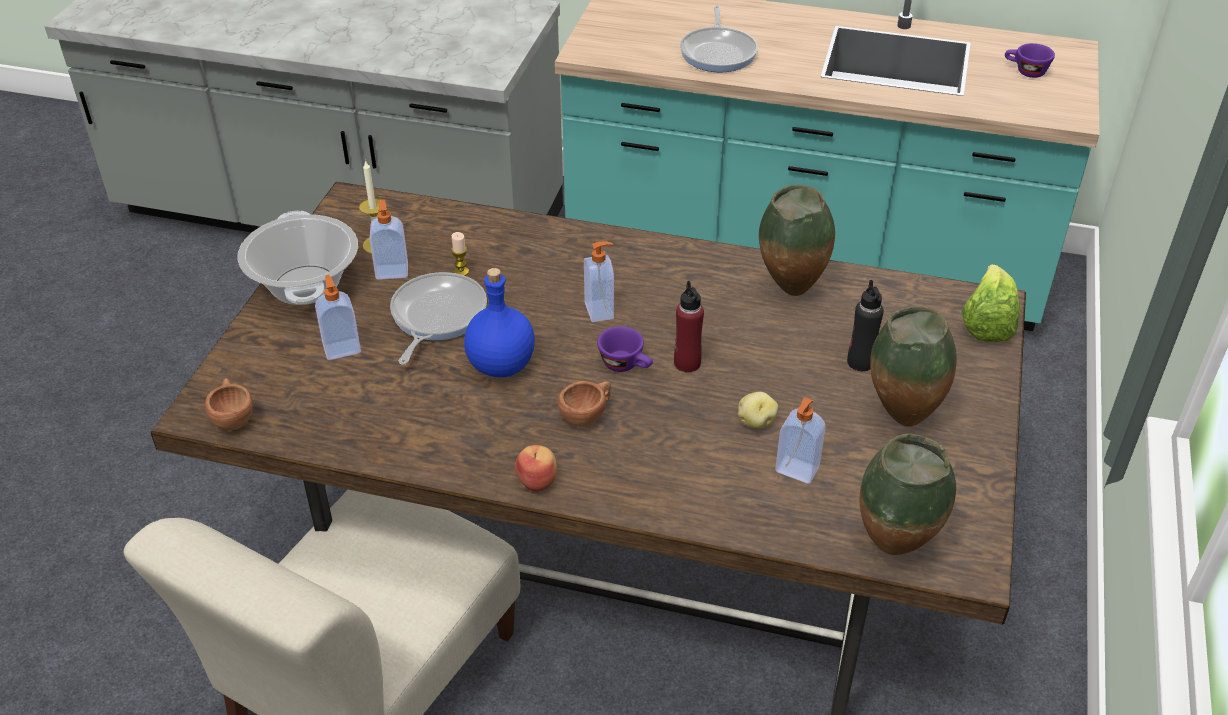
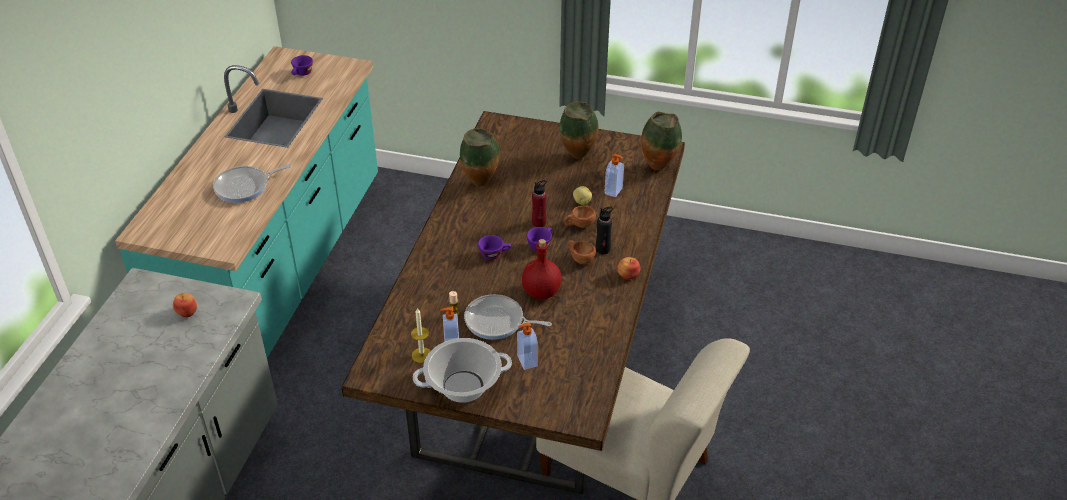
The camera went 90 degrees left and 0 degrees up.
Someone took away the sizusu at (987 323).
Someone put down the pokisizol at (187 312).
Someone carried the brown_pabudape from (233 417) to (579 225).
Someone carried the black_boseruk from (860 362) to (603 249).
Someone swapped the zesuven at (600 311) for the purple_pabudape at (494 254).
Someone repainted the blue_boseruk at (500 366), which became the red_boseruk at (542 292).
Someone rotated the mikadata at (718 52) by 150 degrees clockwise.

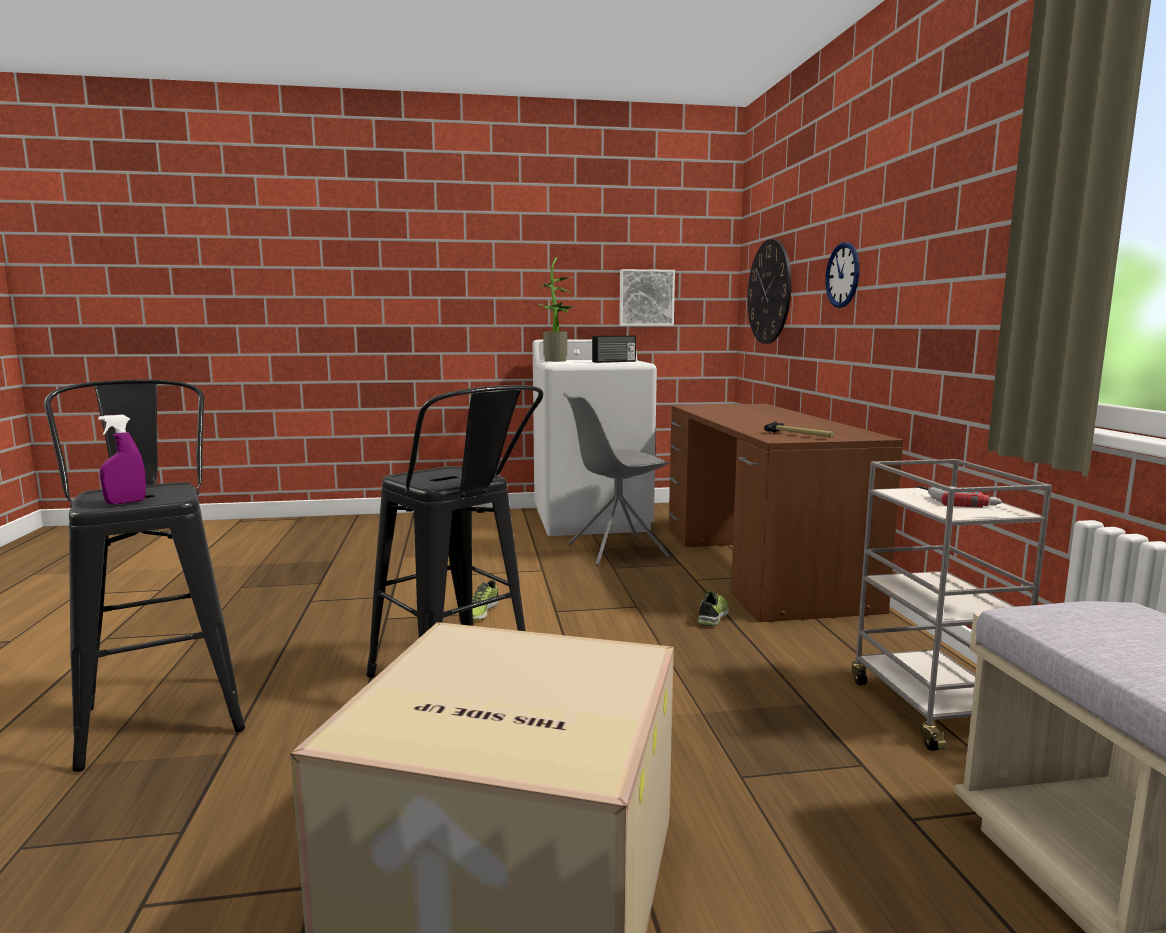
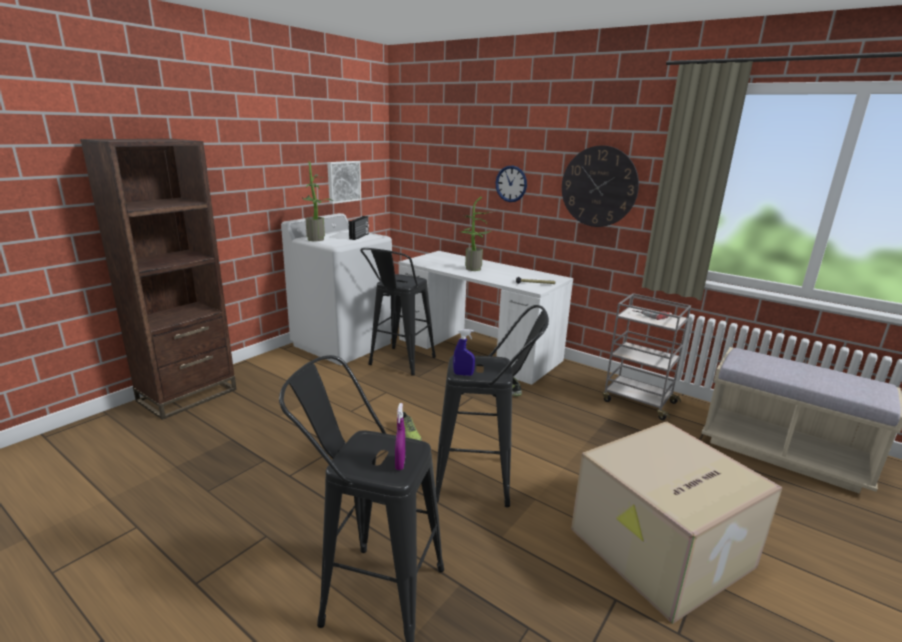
The camera went 45 degrees left and 10 degrees up.
Someone put down the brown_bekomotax at (187 395).
Someone put down the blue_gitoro at (463 374).
Someone put down the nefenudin at (472 269).
Someone carried the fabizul from (769 292) to (599 187).
Someone swapped the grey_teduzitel at (615 551) for the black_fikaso at (398 364).
Someone repainted the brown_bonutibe at (759 565), which became the white_bonutibe at (478 350).

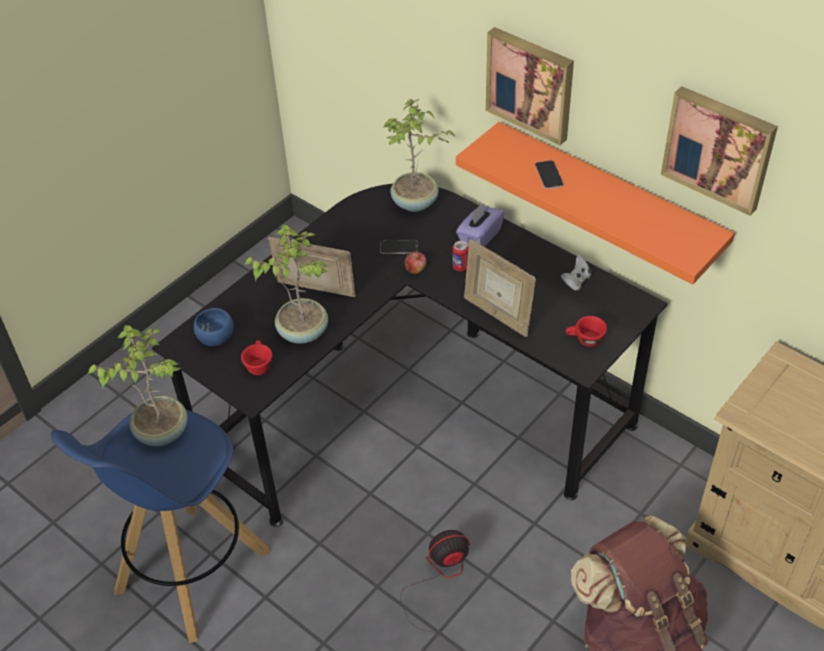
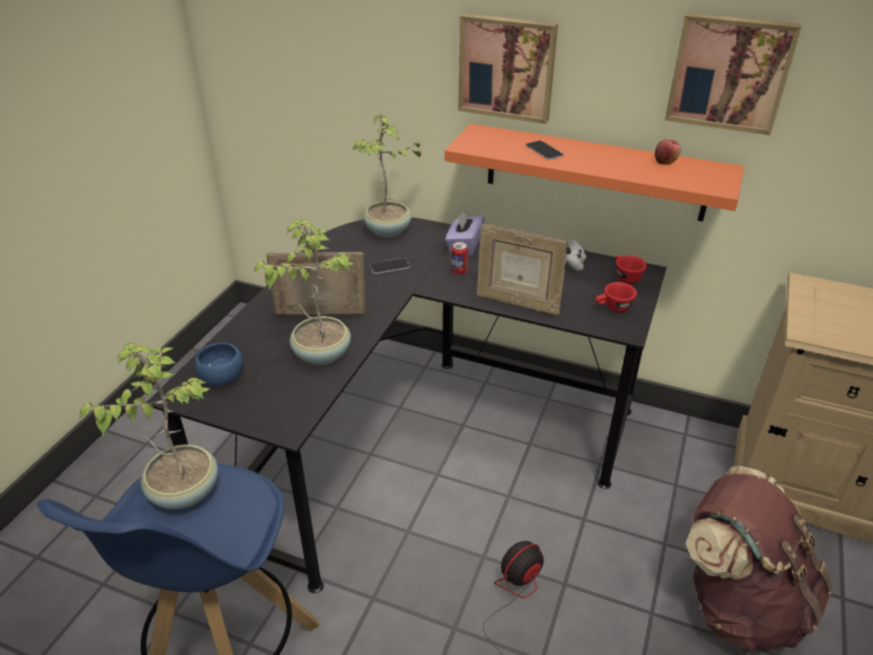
The camera went 20 degrees left and 10 degrees down.
Someone carried the red_pabudape from (258 364) to (625 277).
Someone carried the pokisizol from (415 269) to (665 161).

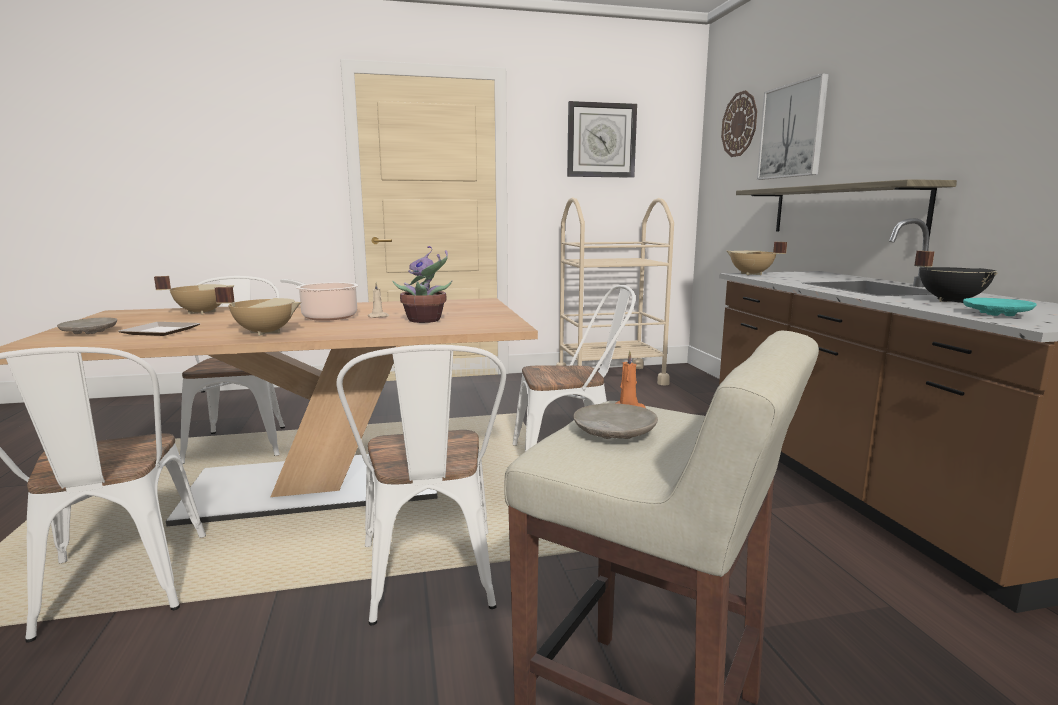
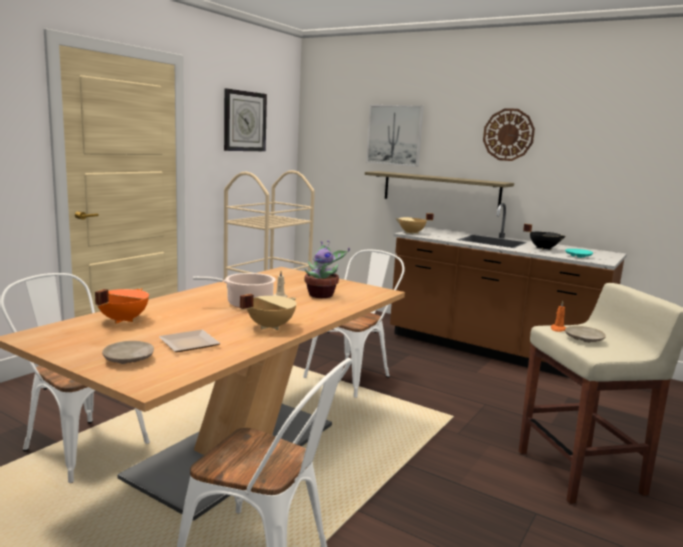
The camera went 45 degrees left and 0 degrees up.
Someone took away the white_teduzitel at (430 582).
Someone carried the fabizul from (739 124) to (508 134).
Someone repainted the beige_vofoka at (201 312), which became the orange_vofoka at (122 320).

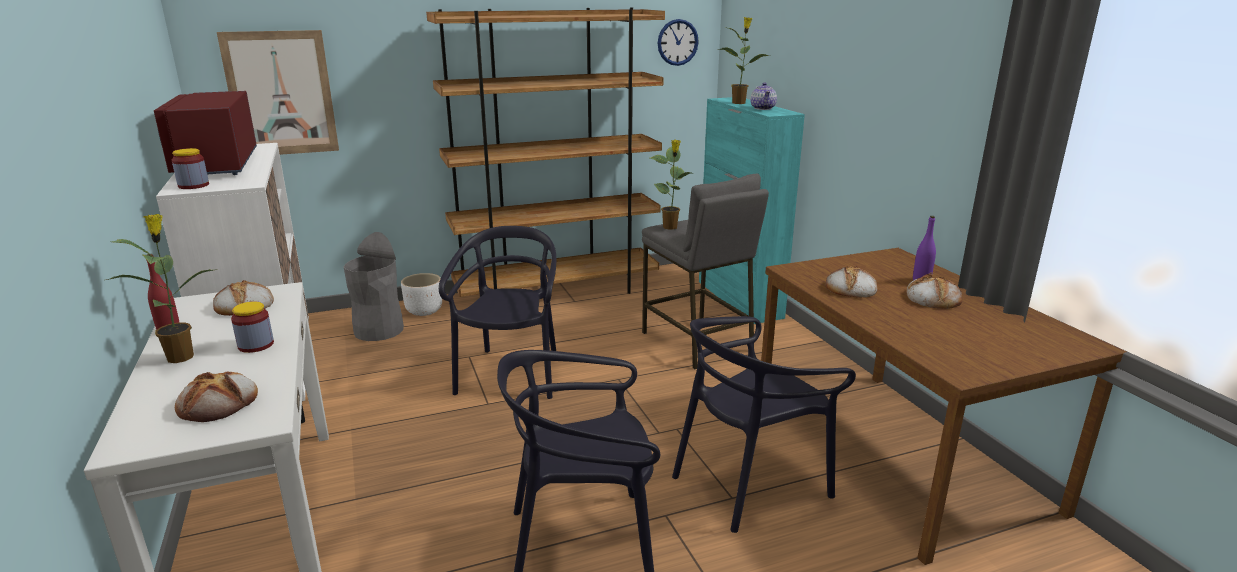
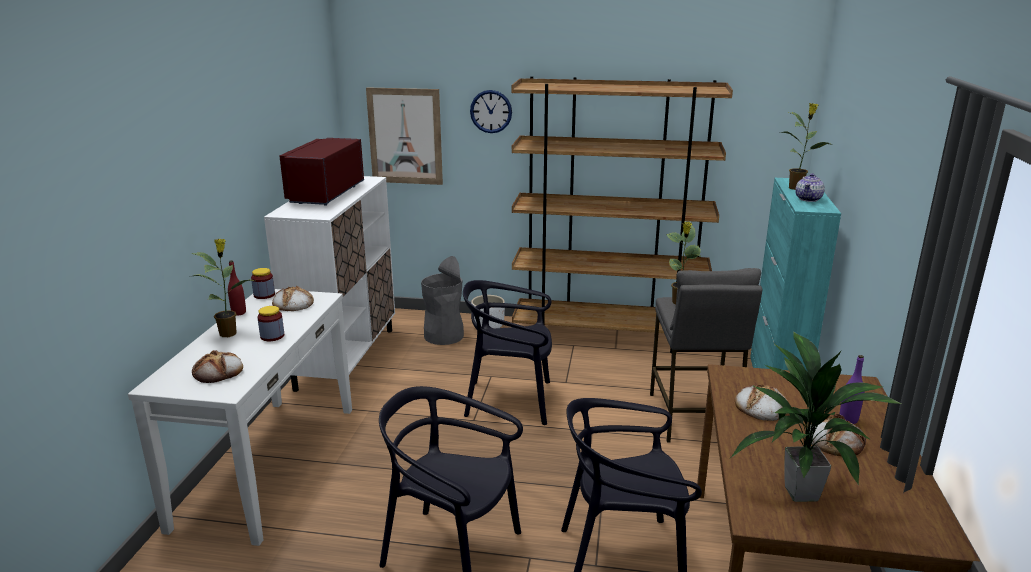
The camera went 30 degrees right and 0 degrees up.
Someone put down the nefenudin at (801 492).
Someone carried the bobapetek from (193 185) to (264 295).
Someone carried the fabizul from (677 42) to (491 111).
Someone rotated the black_teduzitel at (511 374) by 120 degrees counterclockwise.

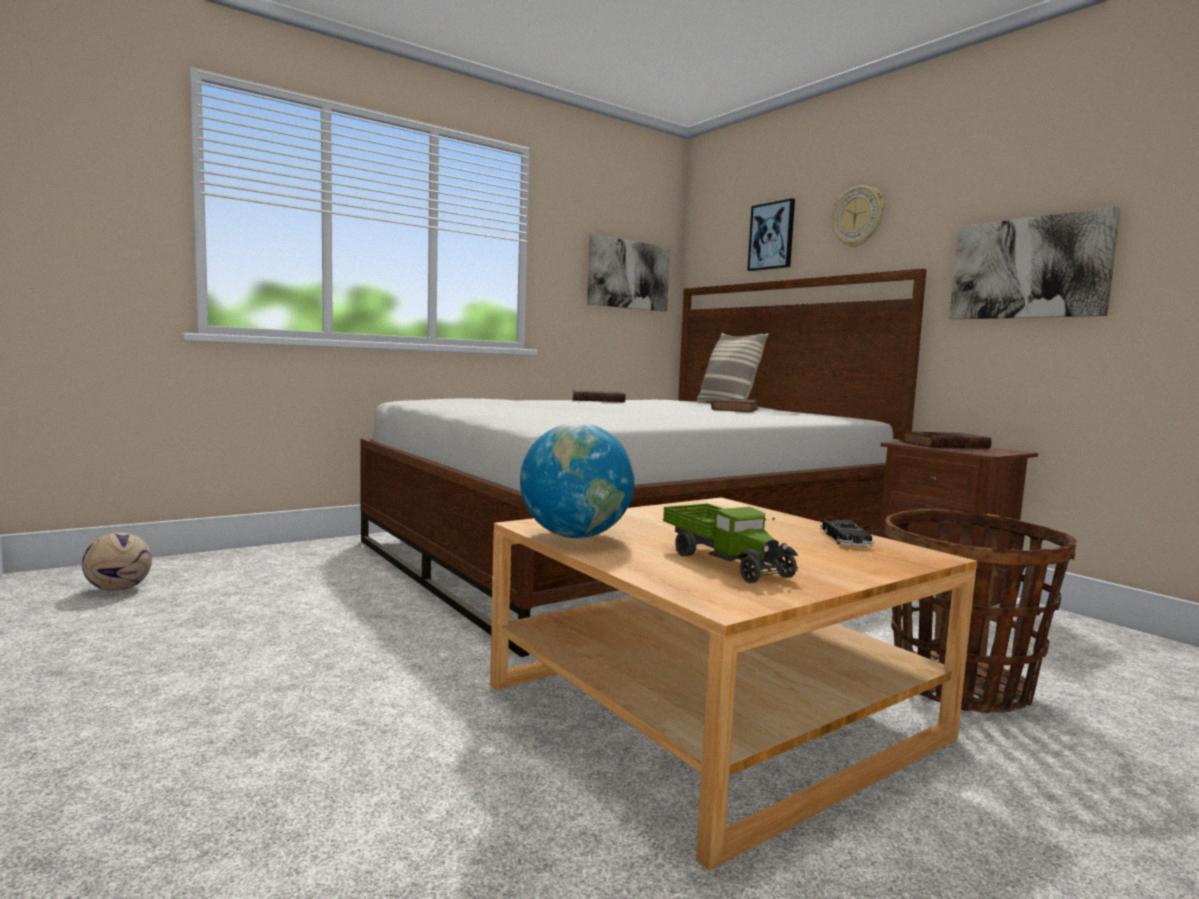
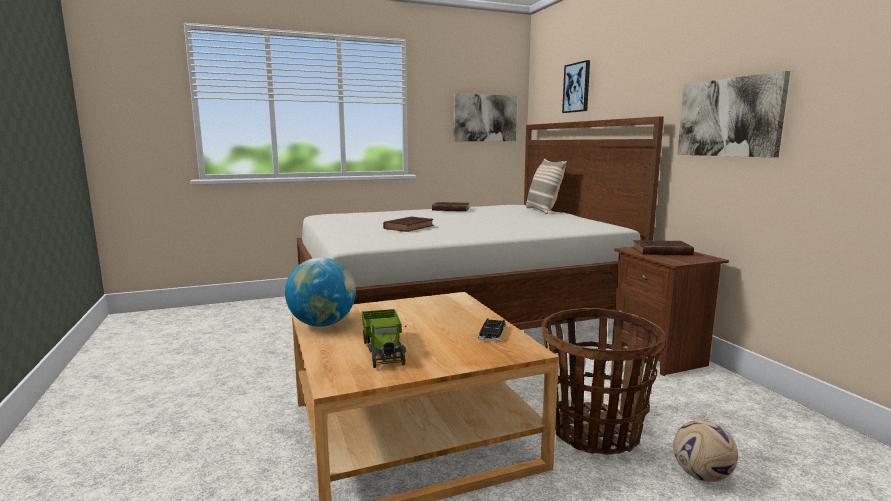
The camera went 15 degrees right and 5 degrees up.
Someone took away the fabizul at (858 217).
Someone carried the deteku from (118 589) to (701 475).
Someone carried the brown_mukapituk from (735 409) to (409 227).

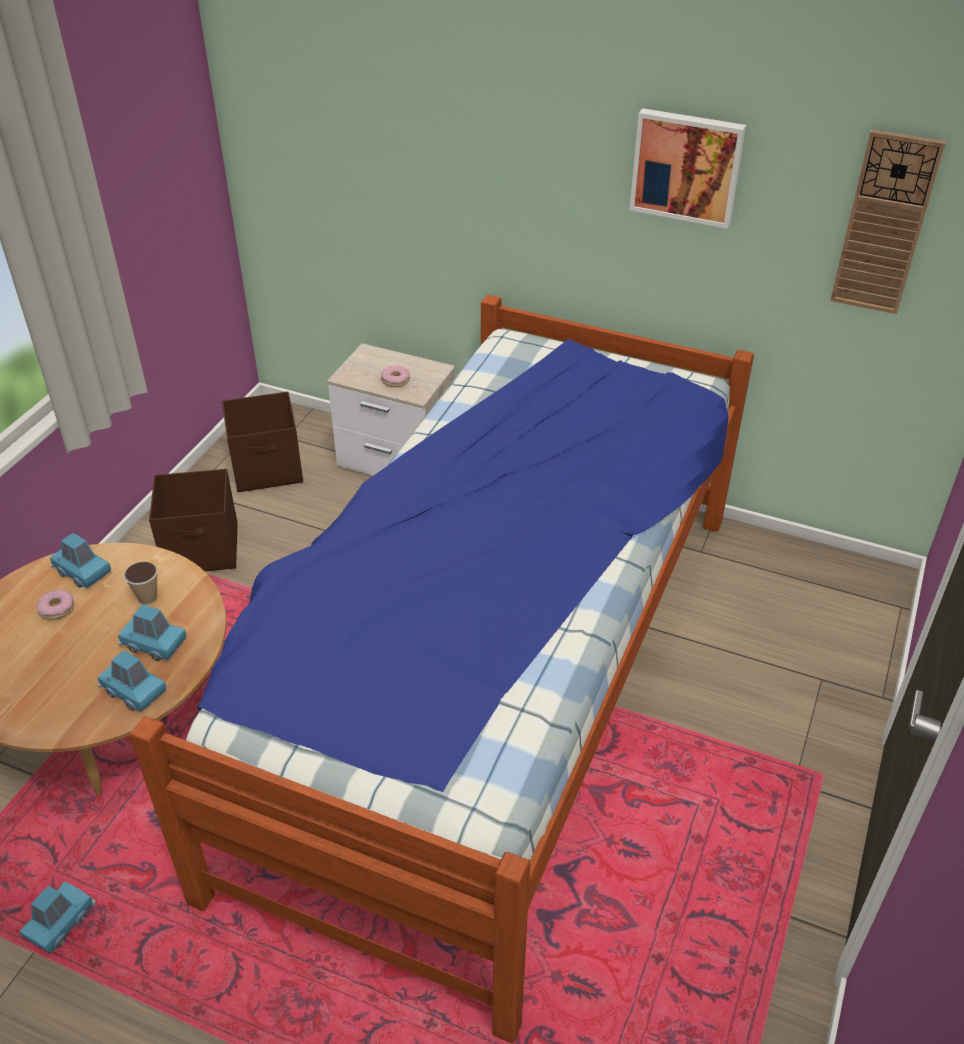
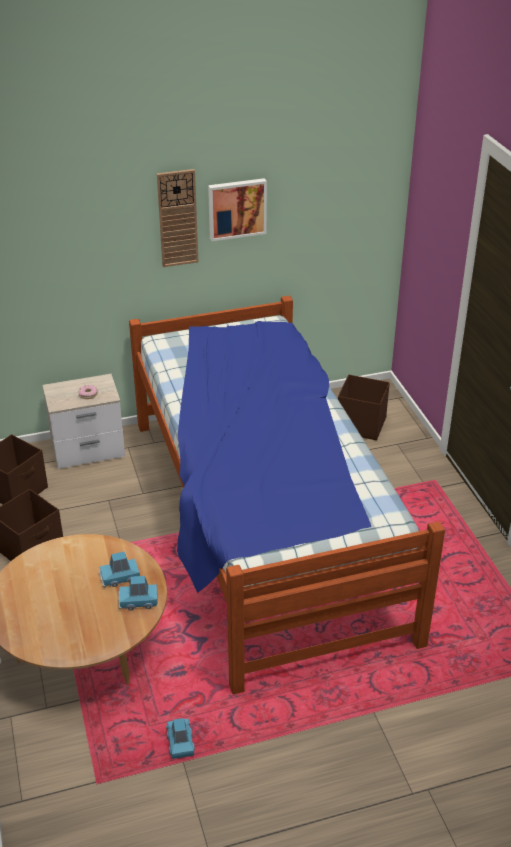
The camera went 40 degrees left and 5 degrees down.
Someone took away the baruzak at (56 609).
Someone took away the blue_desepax at (82 571).
Someone took away the pabudape at (147 597).
Someone put down the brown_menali at (360 425).
Someone carried the fabizul from (884 224) to (177 218).

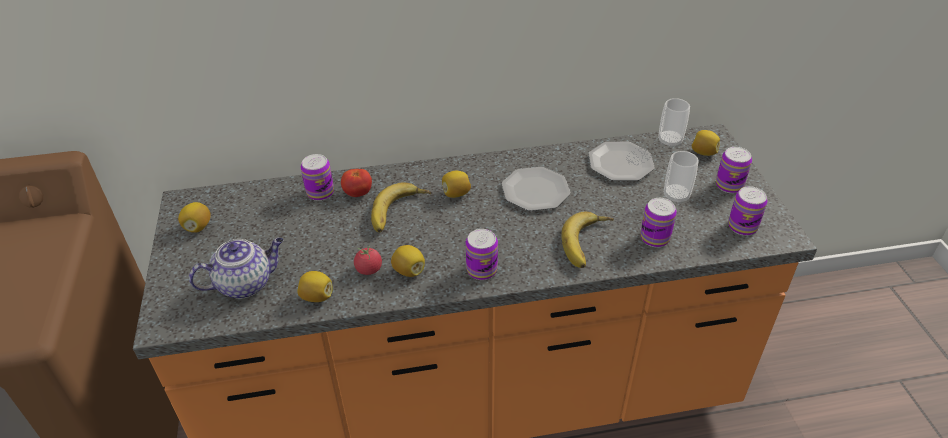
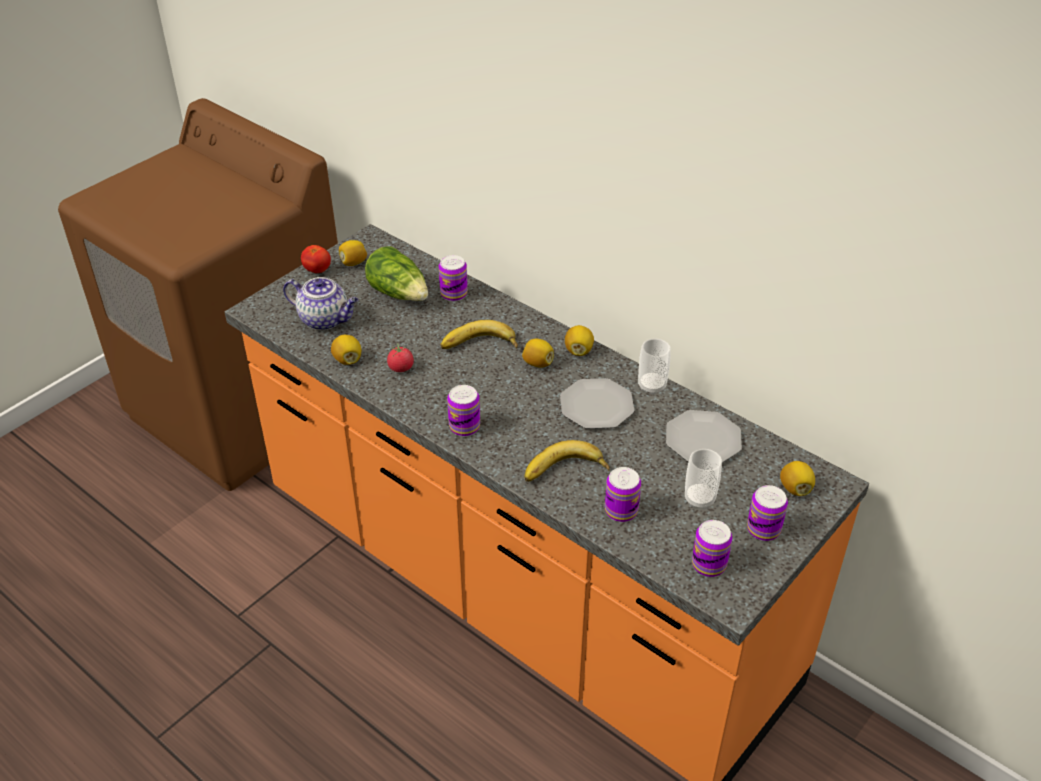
The camera went 50 degrees right and 0 degrees up.
Someone put down the sizusu at (399 293).
Someone carried the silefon from (358 193) to (317 270).
Someone carried the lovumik from (409 271) to (578 351).
Someone carried the pabudape from (670 141) to (652 386).

